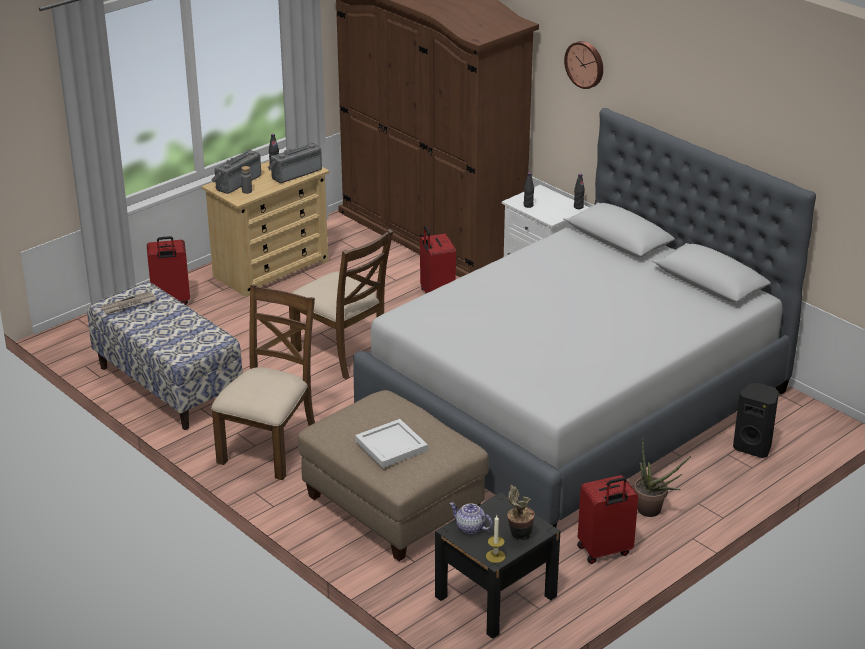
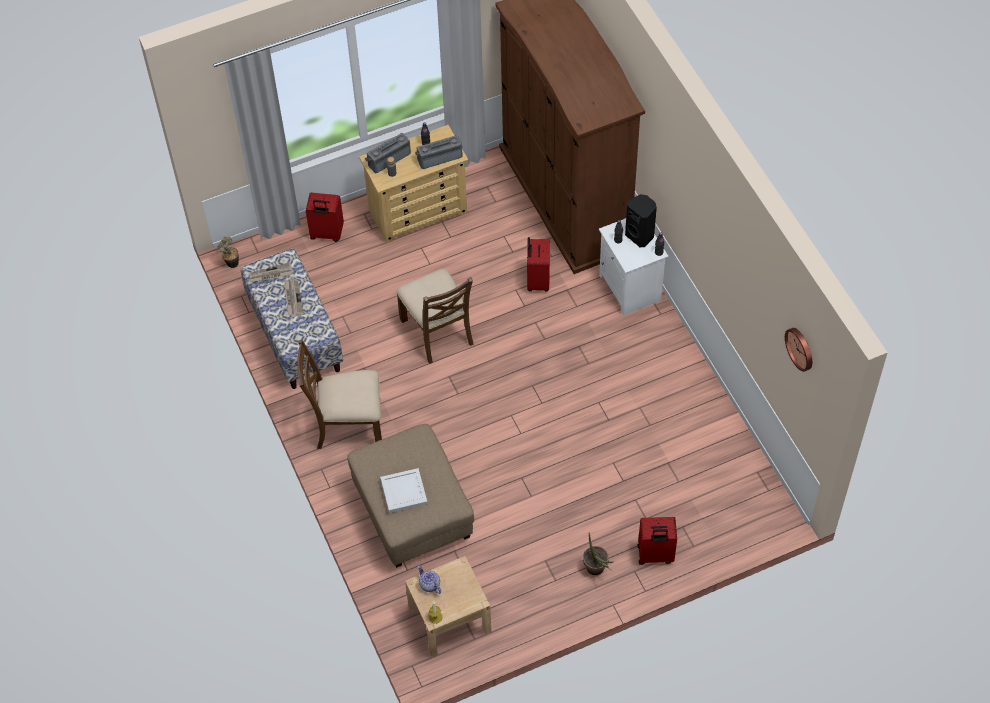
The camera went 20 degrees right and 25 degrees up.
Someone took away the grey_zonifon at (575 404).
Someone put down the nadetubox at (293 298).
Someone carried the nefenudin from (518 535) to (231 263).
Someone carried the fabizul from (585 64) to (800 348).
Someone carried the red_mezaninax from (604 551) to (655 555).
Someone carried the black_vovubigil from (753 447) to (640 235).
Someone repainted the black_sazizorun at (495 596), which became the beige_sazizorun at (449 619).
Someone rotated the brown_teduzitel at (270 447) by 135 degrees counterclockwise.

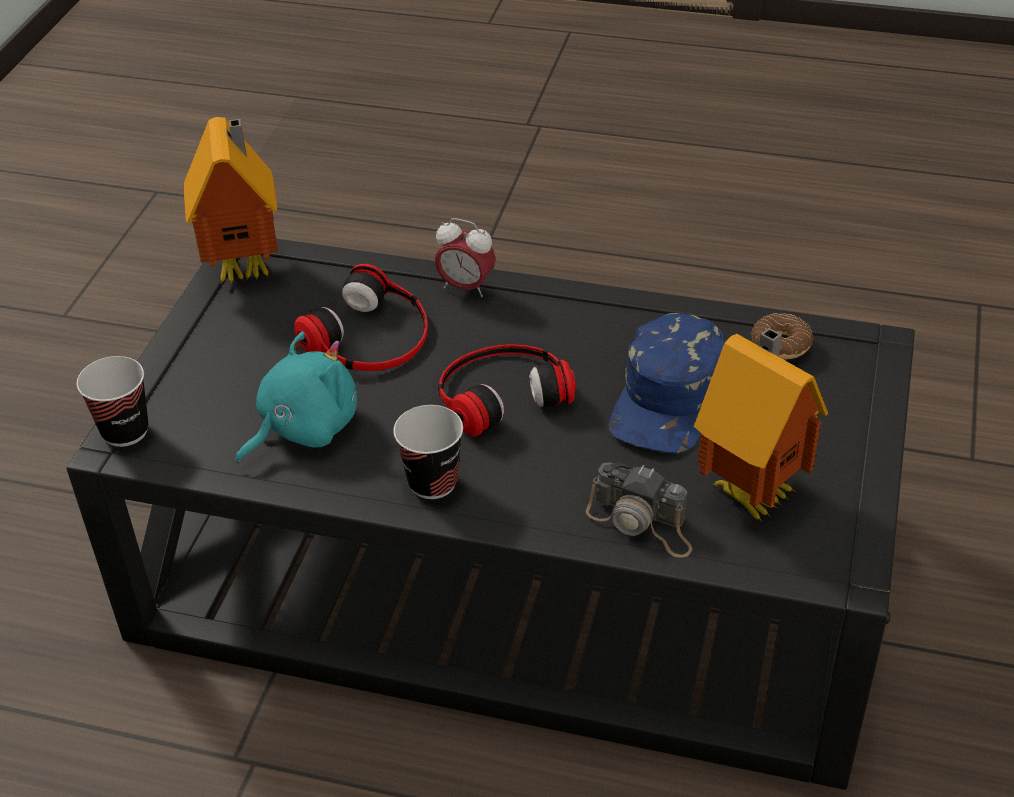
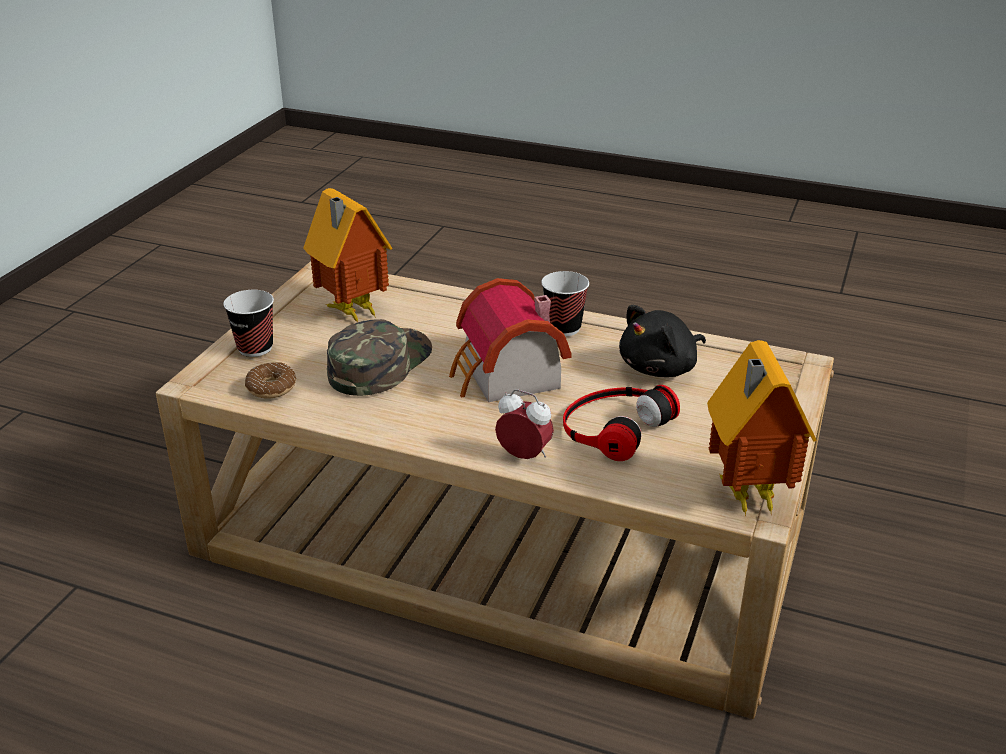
The camera went 175 degrees left and 10 degrees down.
Someone took away the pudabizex at (642 522).
Someone carried the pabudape from (125 431) to (255 348).
Someone swapped the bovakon at (501 392) for the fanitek at (506 378).
Someone repainted the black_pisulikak at (514 568), which became the beige_pisulikak at (501 538).
Someone repainted the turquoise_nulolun at (303 428), which became the black_nulolun at (661 368).
Someone repainted the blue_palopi at (669 399), which became the green_palopi at (379 364).

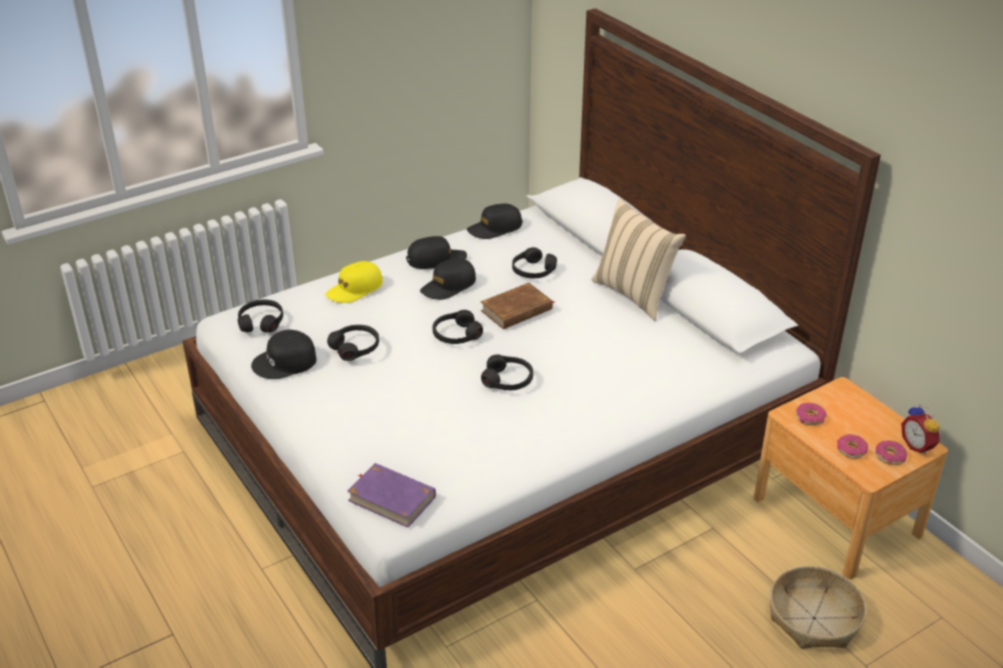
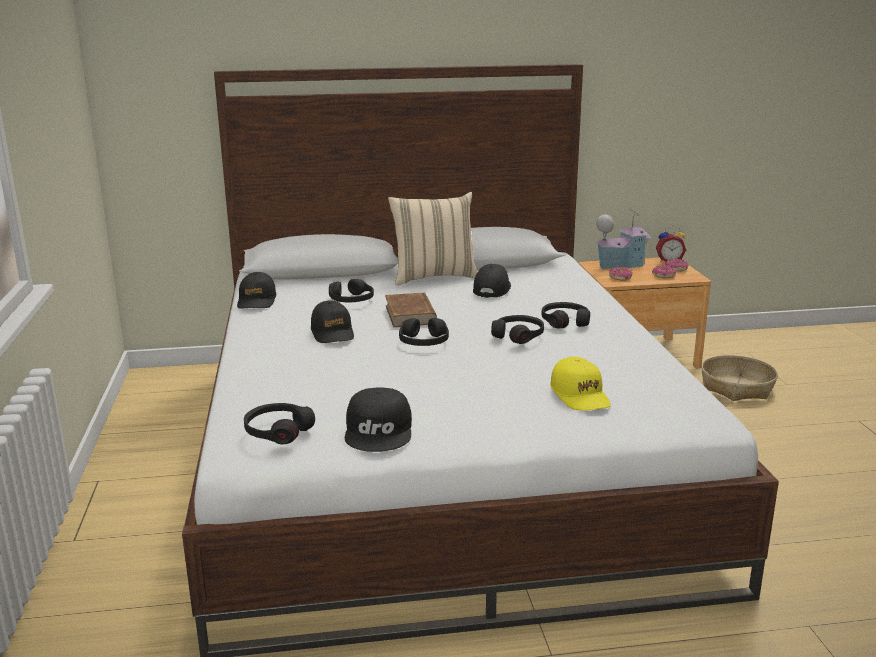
The camera went 65 degrees left and 15 degrees down.
Someone took away the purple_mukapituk at (392 498).
Someone put down the fanitek at (620 265).
Someone carried the yellow_palopi from (354 289) to (580 395).
Someone carried the black_bovakon from (355 348) to (565 321).
Someone carried the black_palopi from (436 260) to (492 289).

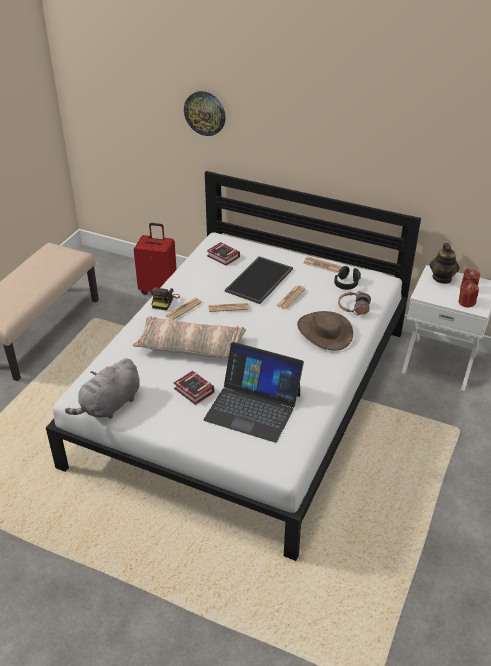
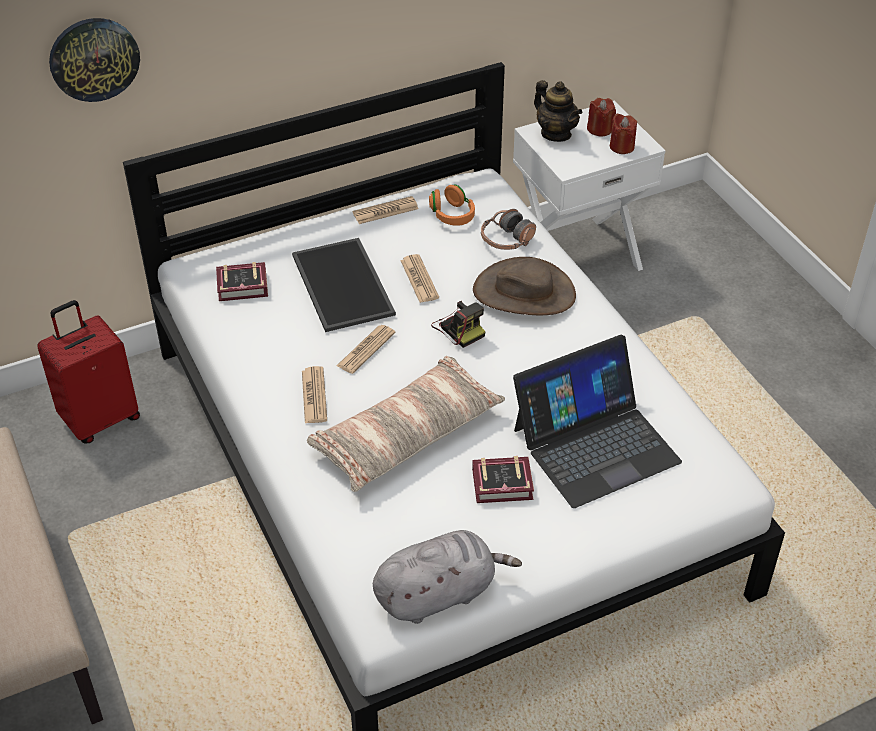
The camera went 50 degrees left and 5 degrees up.
Someone carried the pudabizex from (164 301) to (459 328).
Someone repainted the black_bovakon at (346 284), which became the orange_bovakon at (452 215).
Someone rotated the grey_nulolun at (109 405) by 105 degrees counterclockwise.

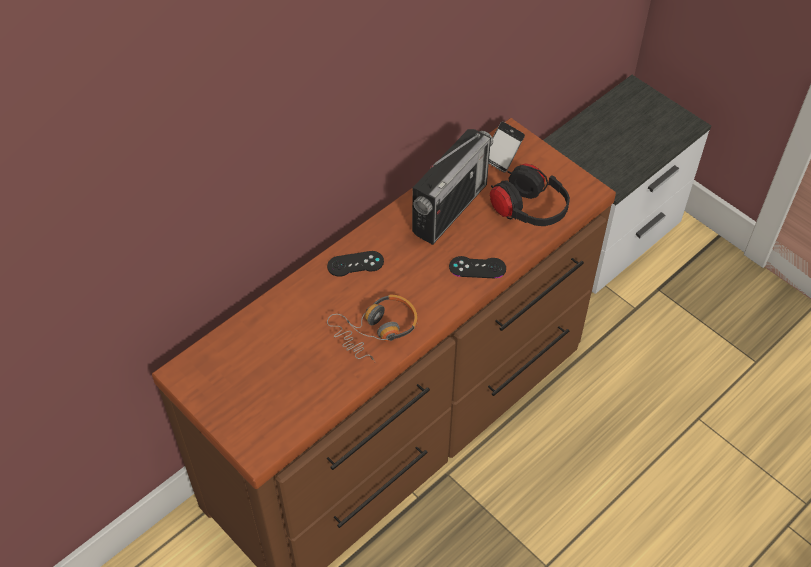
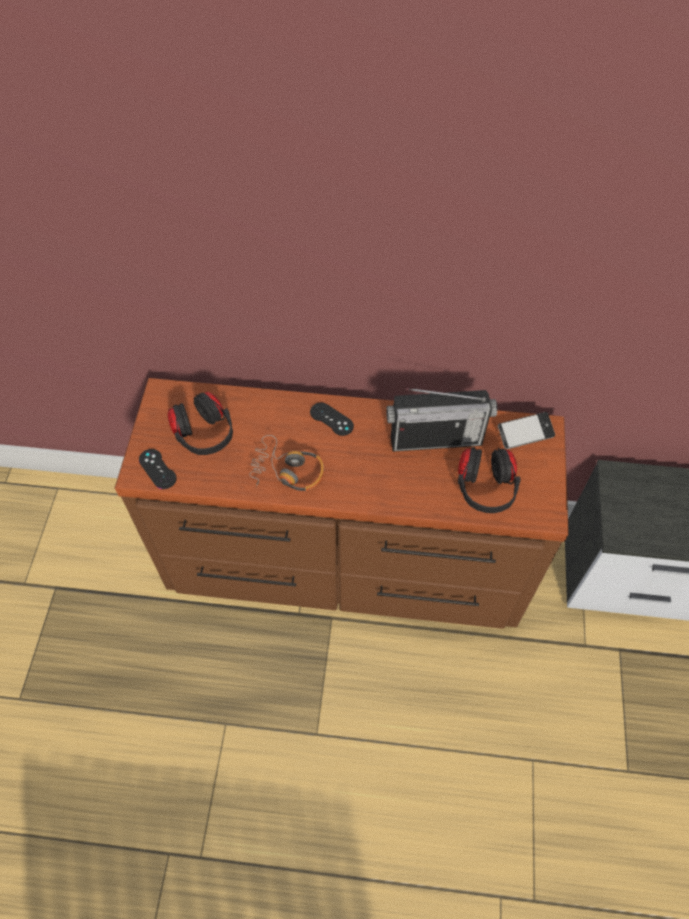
The camera went 50 degrees right and 5 degrees up.
Someone put down the black_bovakon at (204 435).
Someone carried the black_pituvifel from (477 267) to (157 469).

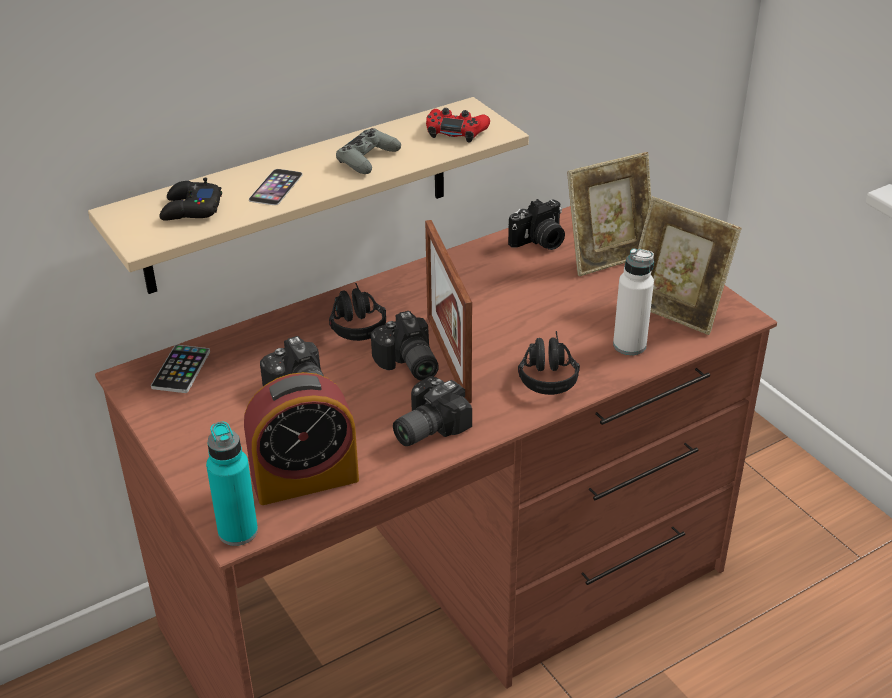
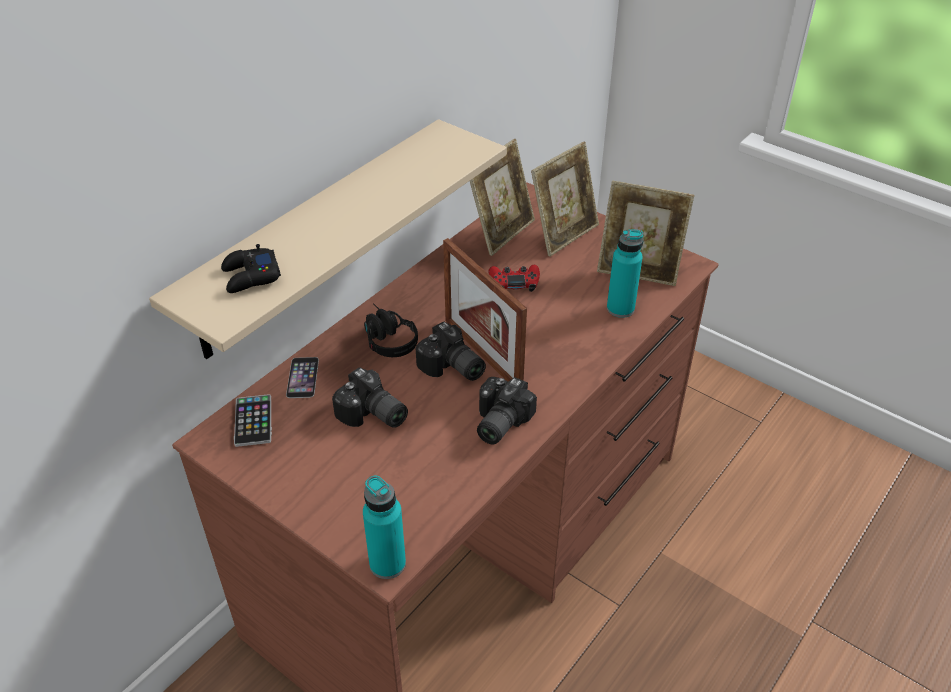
The camera went 20 degrees left and 5 degrees up.
Someone took away the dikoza at (305 479).
Someone took away the grey_pituvifel at (368 159).
Someone took away the black_bovakon at (546 372).
Someone carried the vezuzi from (276 187) to (302 377).
Someone carried the red_pituvifel from (456 131) to (514 282).
Someone swapped the pudabizex at (539 242) for the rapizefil at (502 232).
Someone repainted the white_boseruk at (629 345), which became the turquoise_boseruk at (620 308).

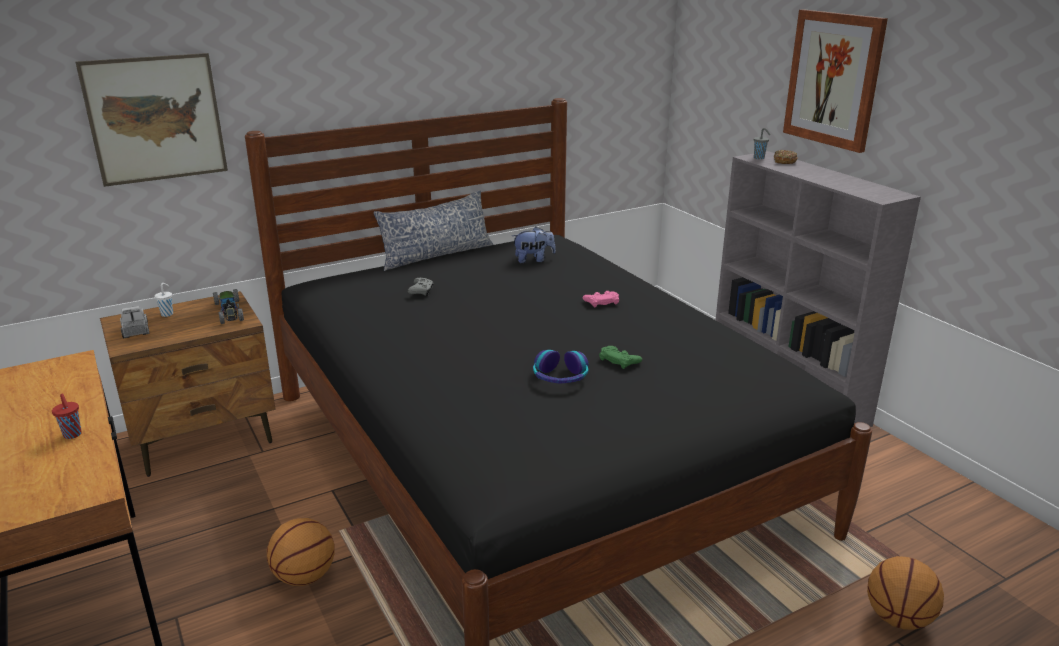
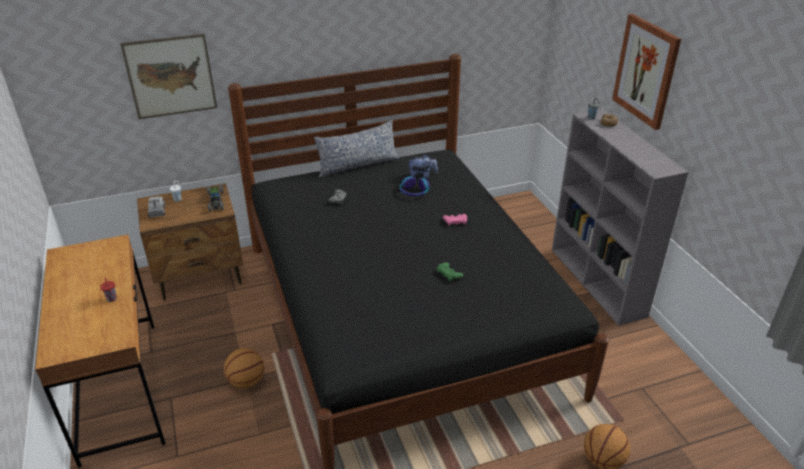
The camera went 10 degrees right and 10 degrees up.
Someone carried the bovakon from (560 377) to (414 192).

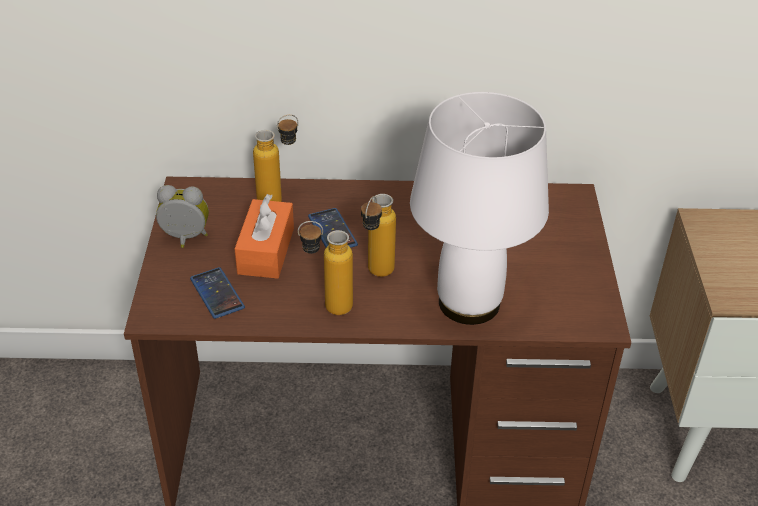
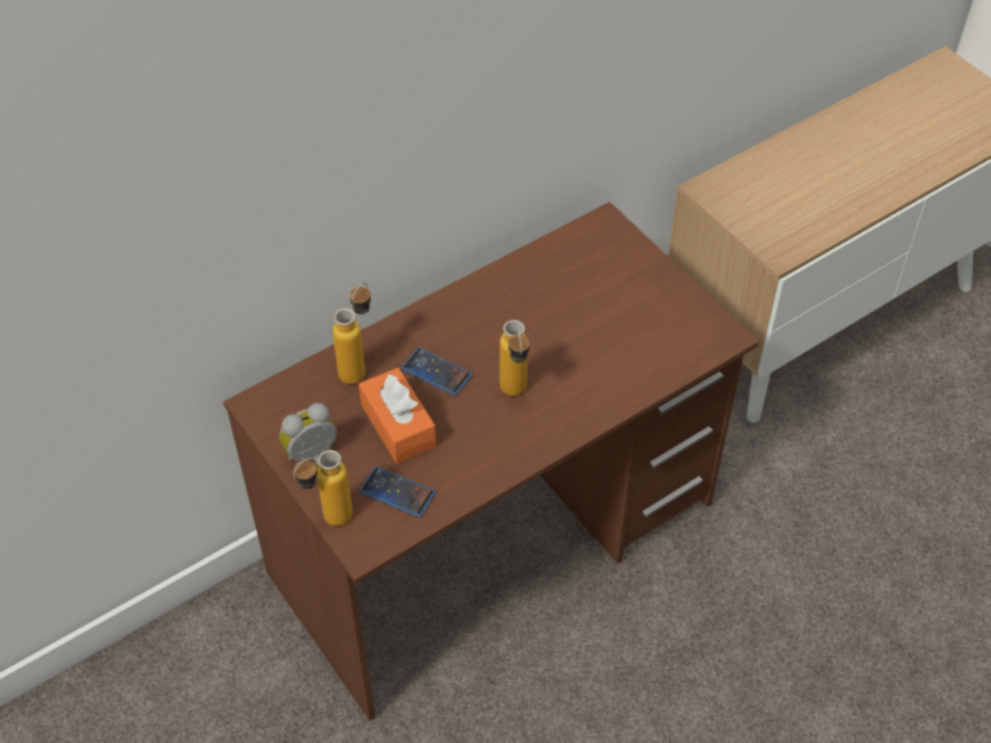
The camera went 35 degrees left and 10 degrees up.
Someone took away the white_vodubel at (470 303).
Someone carried the boseruk from (327 307) to (328 521).

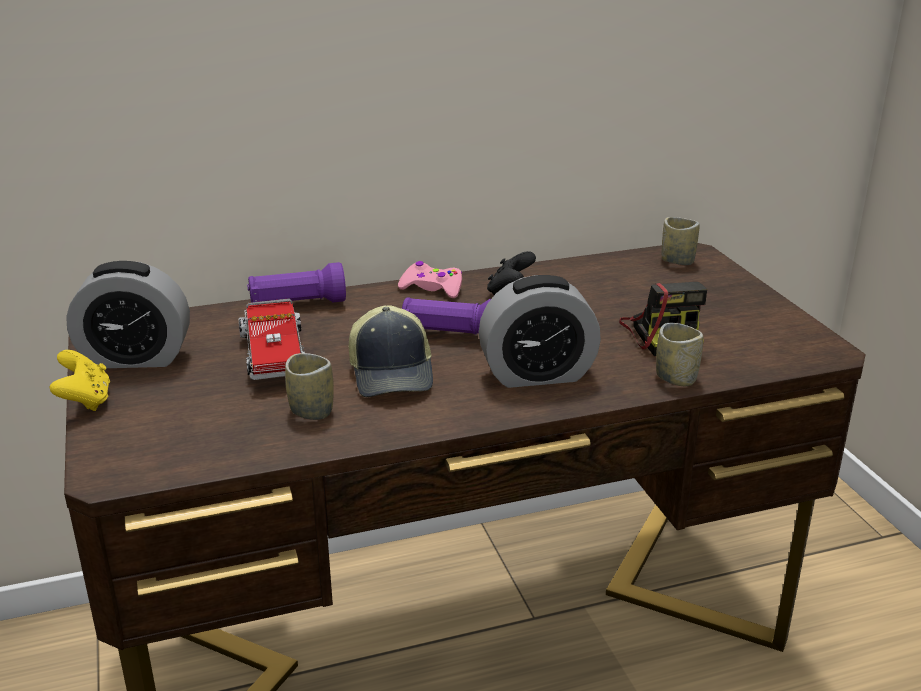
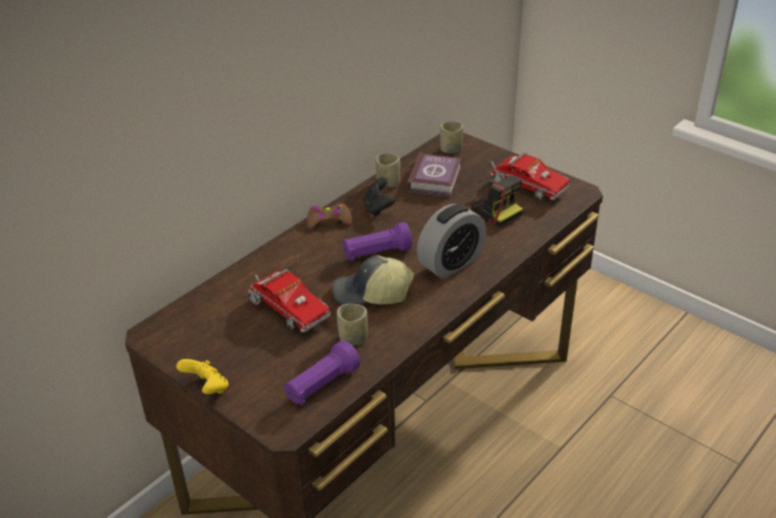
The camera went 30 degrees left and 10 degrees up.
Someone took away the dikoza at (136 358).
Someone put down the mukapituk at (436 179).
Someone put down the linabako at (525 186).
Someone carried the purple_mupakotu from (297 304) to (322 385).
Someone carried the pabudape from (676 378) to (388 183).
Someone repainted the pink_pituvifel at (432 288), which became the brown_pituvifel at (328 221).
Someone rotated the palopi at (393 373) by 135 degrees clockwise.

